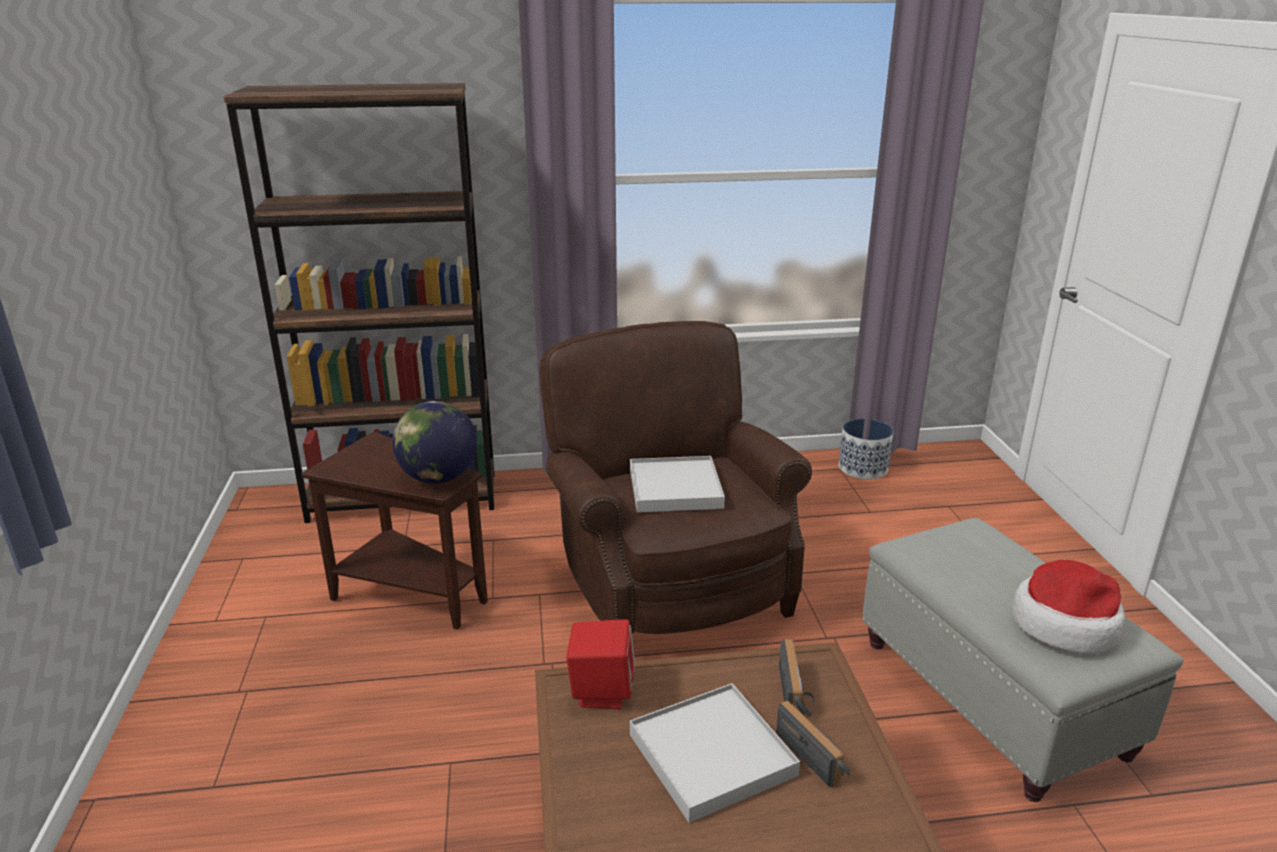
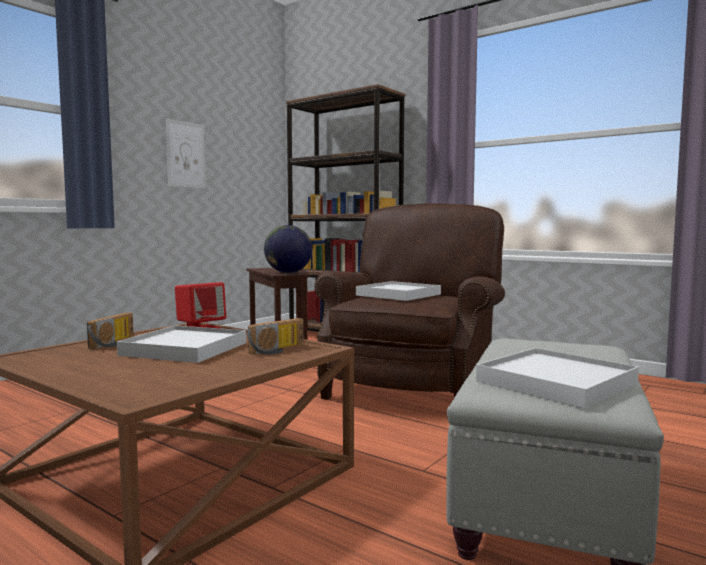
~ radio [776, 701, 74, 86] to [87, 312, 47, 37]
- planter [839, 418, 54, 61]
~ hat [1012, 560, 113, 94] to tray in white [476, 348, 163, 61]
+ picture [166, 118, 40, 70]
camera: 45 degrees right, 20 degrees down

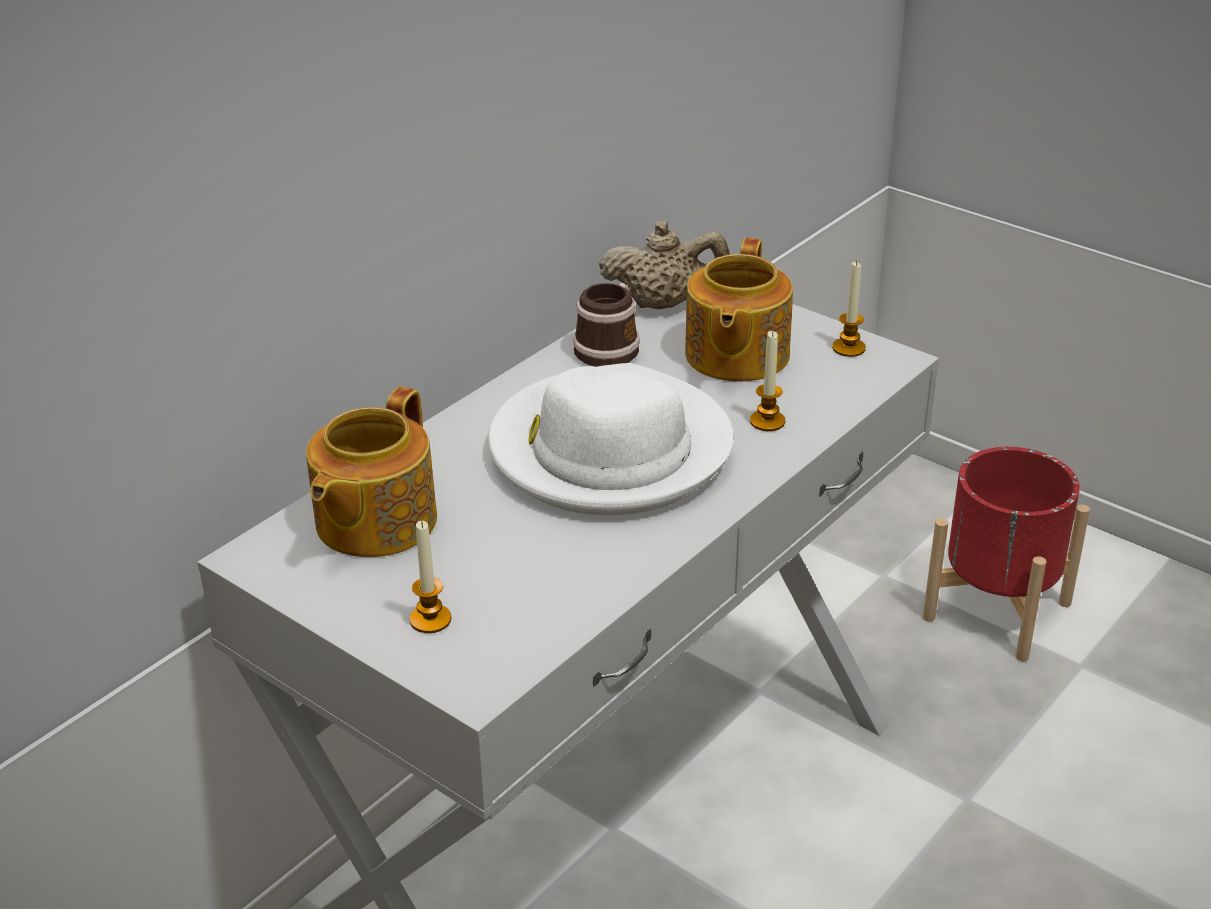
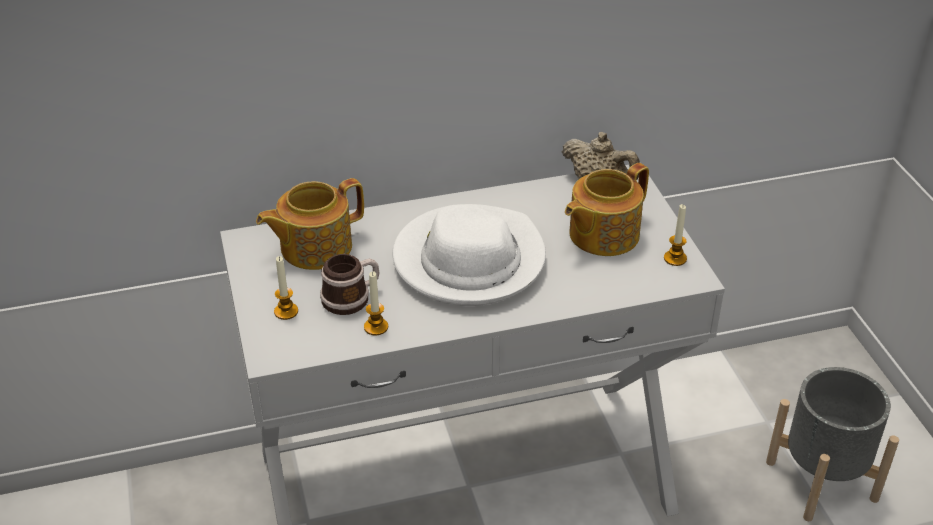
~ mug [573, 283, 67, 84] to [320, 254, 59, 61]
~ candle [750, 331, 35, 100] to [364, 271, 24, 65]
~ planter in red [923, 447, 167, 214] to planter in grey [766, 367, 133, 154]
camera: 35 degrees right, 5 degrees up

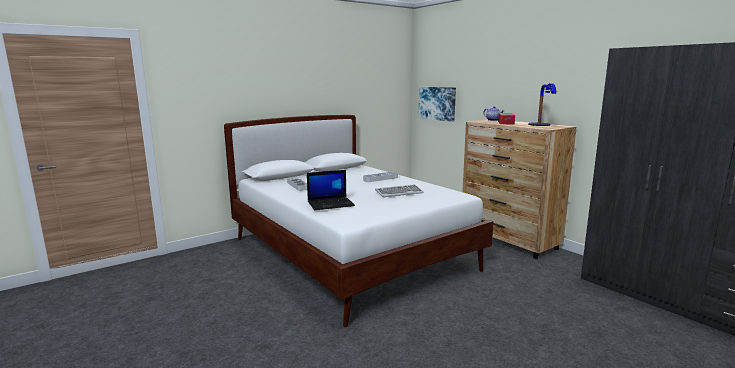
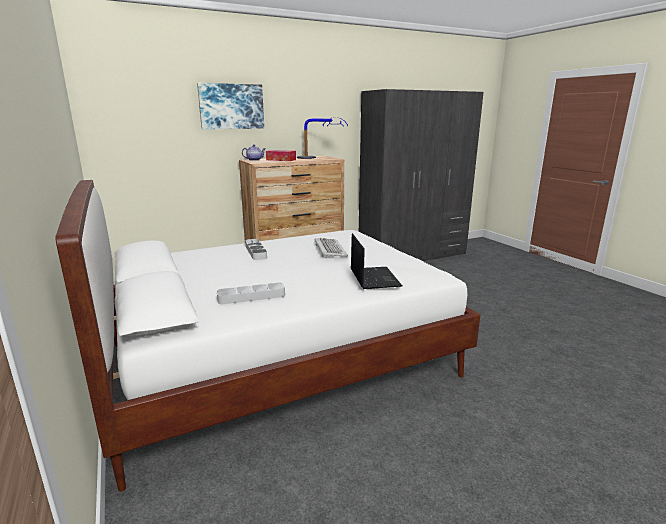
~ picture [418, 87, 38, 35] to [197, 83, 67, 46]
camera: 80 degrees left, 5 degrees up

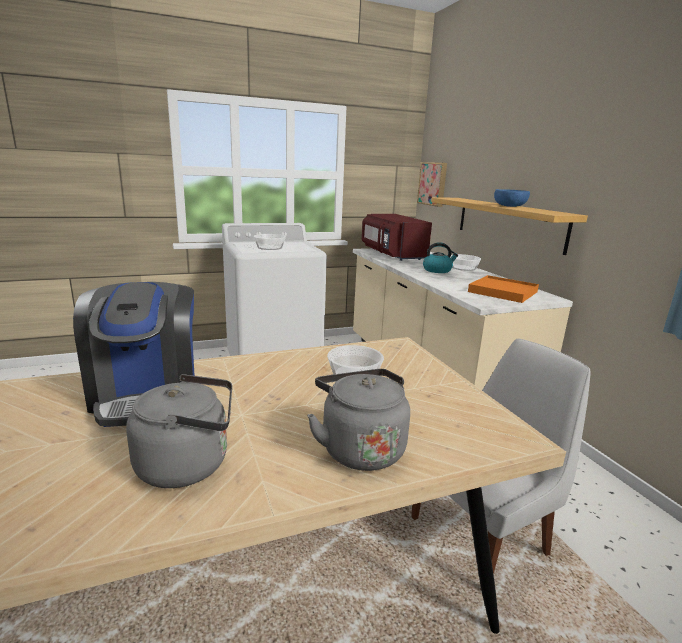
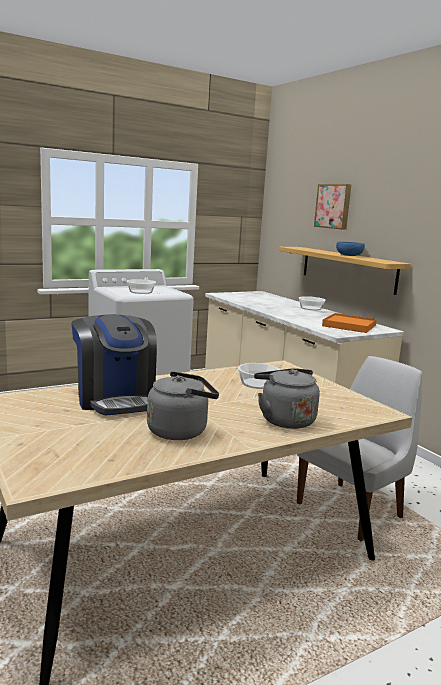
- microwave in red [362, 214, 70, 47]
~ picture [417, 162, 30, 45] to [314, 184, 38, 46]
- kettle [423, 242, 35, 31]
camera: 10 degrees left, 5 degrees down

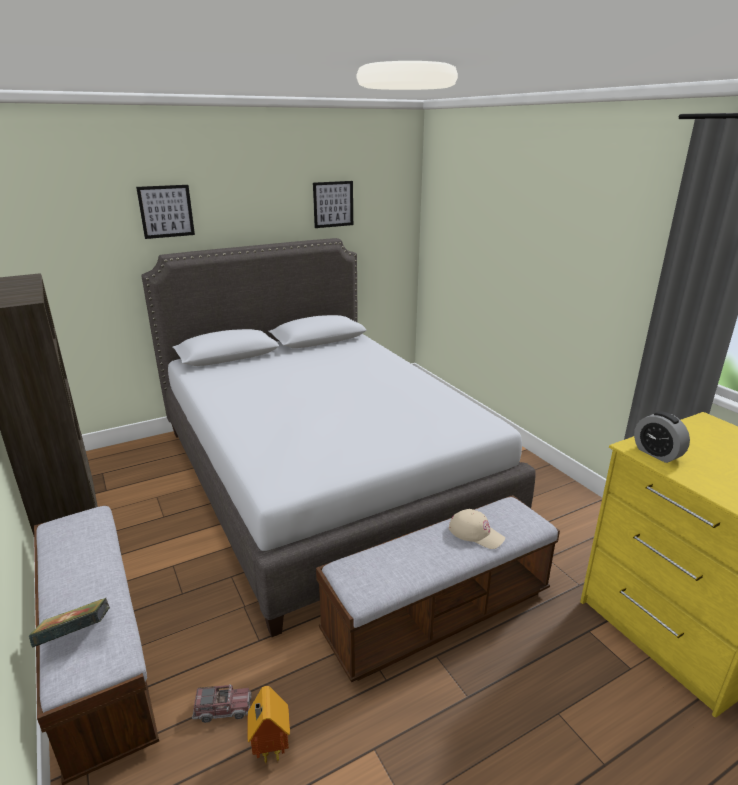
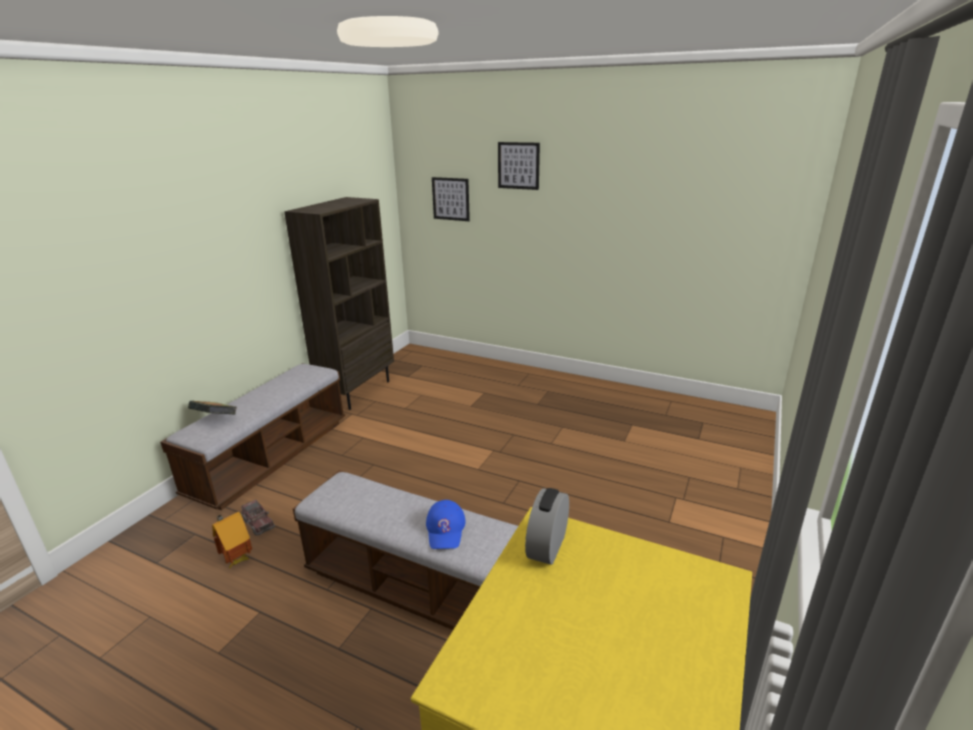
- bed in grey [141, 238, 395, 399]
~ picture [313, 181, 40, 47] to [432, 177, 38, 44]
~ cap in beige [449, 509, 56, 40] to cap in blue [426, 500, 40, 49]
camera: 55 degrees right, 0 degrees up

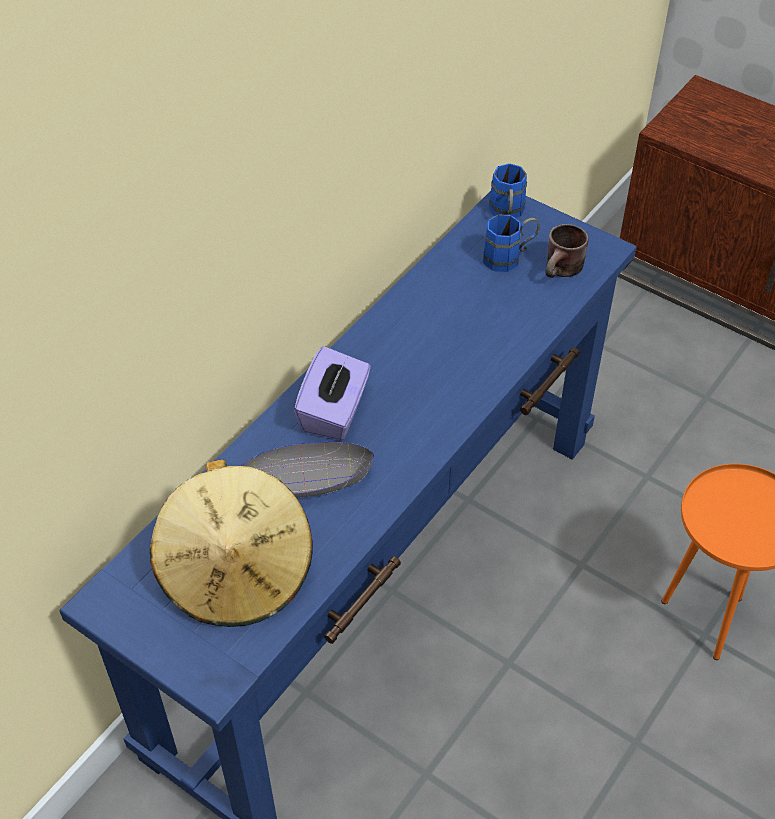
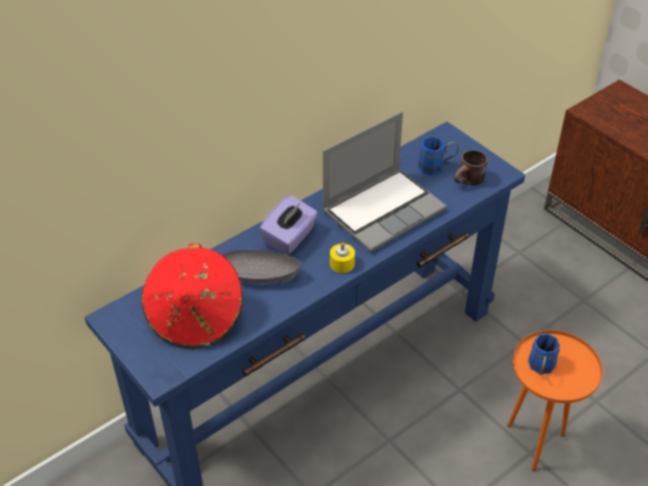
~ hat in beige [150, 459, 163, 168] to hat in red [141, 244, 102, 105]
~ mug in blue [489, 164, 38, 54] to [528, 334, 32, 41]
+ laptop [322, 111, 125, 141]
+ candle in yellow [330, 242, 25, 31]
camera: 15 degrees right, 5 degrees down

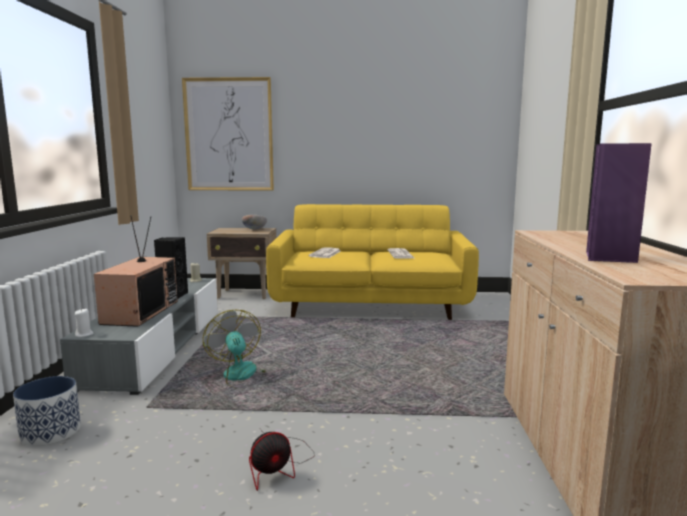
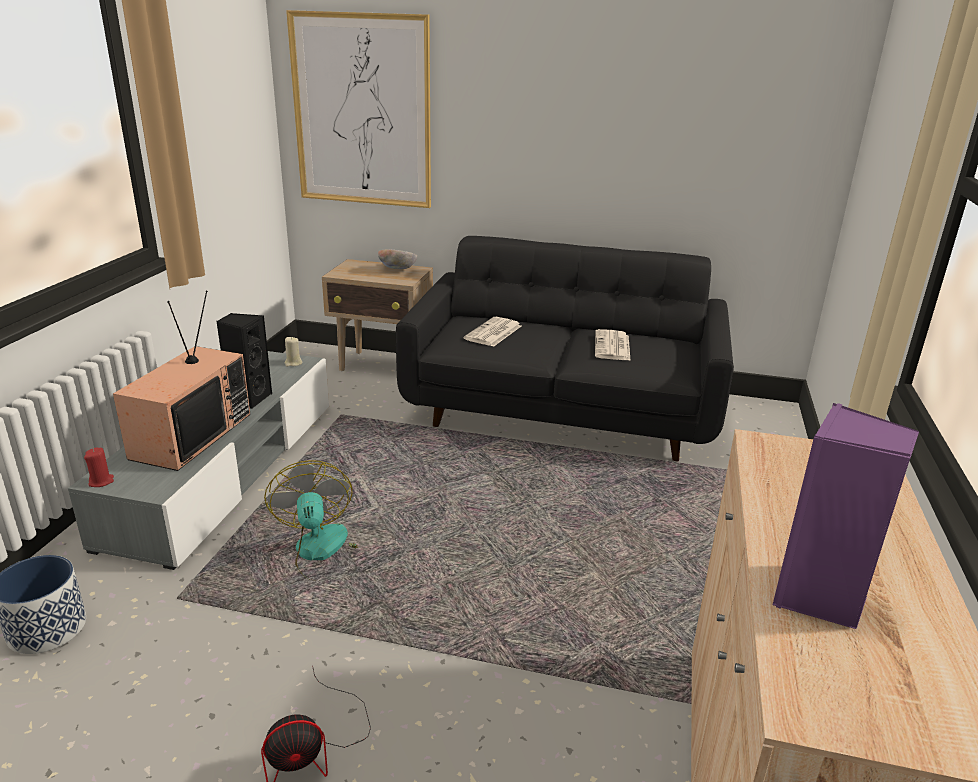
~ candle in white [75, 308, 19, 29] to candle in red [84, 448, 30, 39]
~ sofa in yellow [266, 204, 213, 116] to sofa in black [396, 236, 338, 225]
camera: 10 degrees right, 15 degrees up

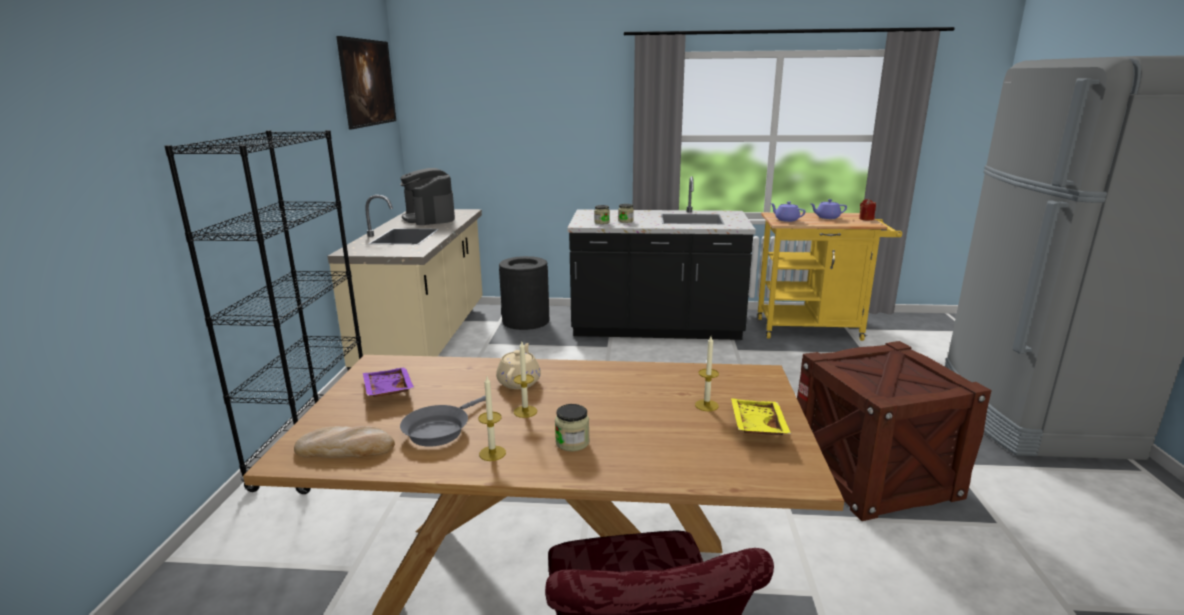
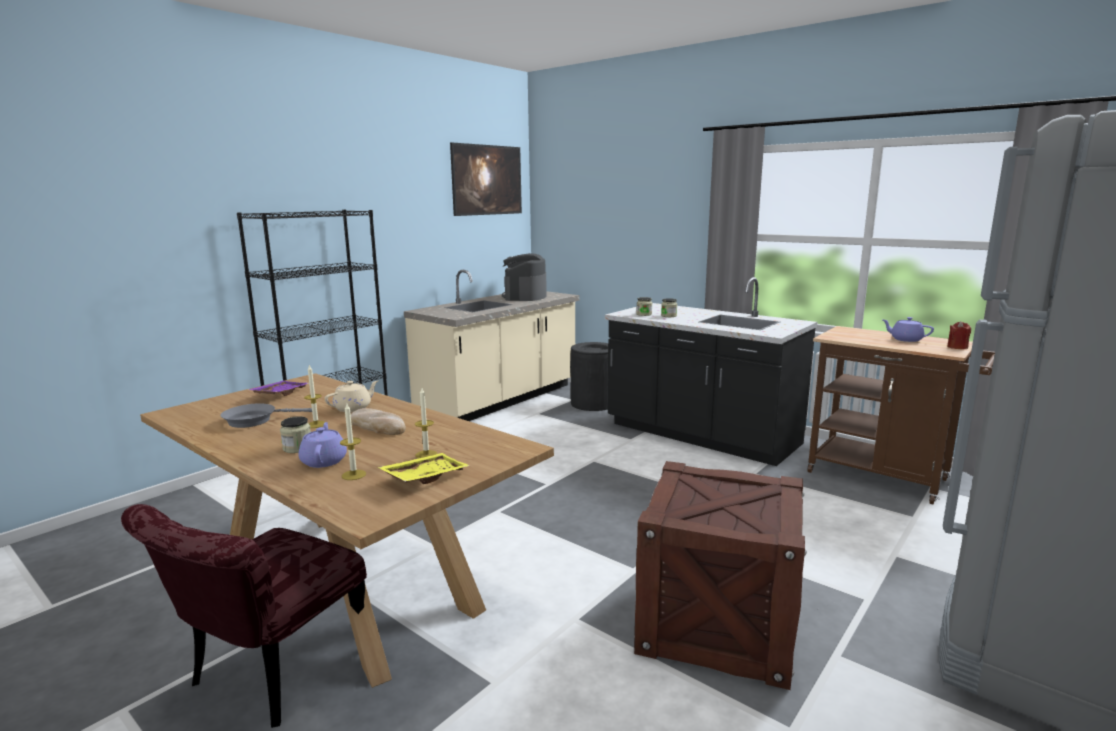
~ bread [294, 426, 101, 32] to [351, 408, 55, 27]
~ candle [478, 376, 28, 85] to [340, 402, 26, 78]
~ cart in yellow [758, 212, 144, 129] to cart in brown [808, 326, 187, 178]
~ teapot in purple [770, 201, 35, 21] to [298, 422, 49, 46]
camera: 35 degrees right, 5 degrees down

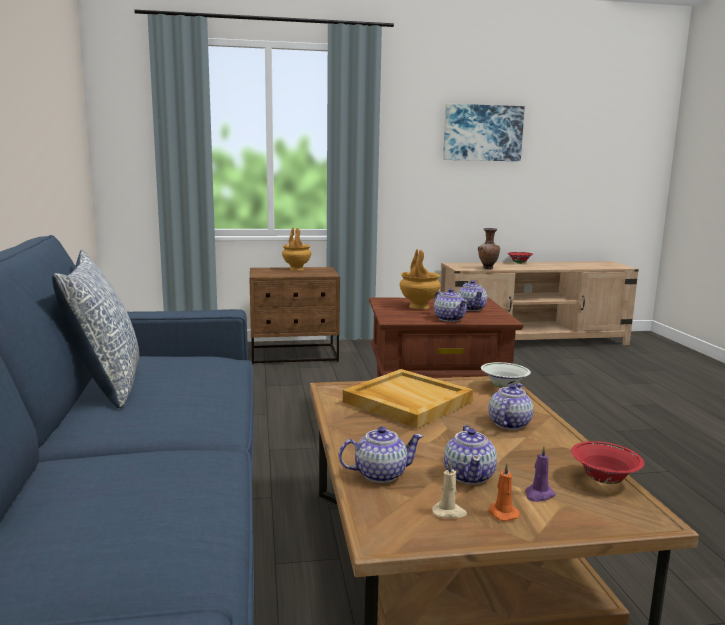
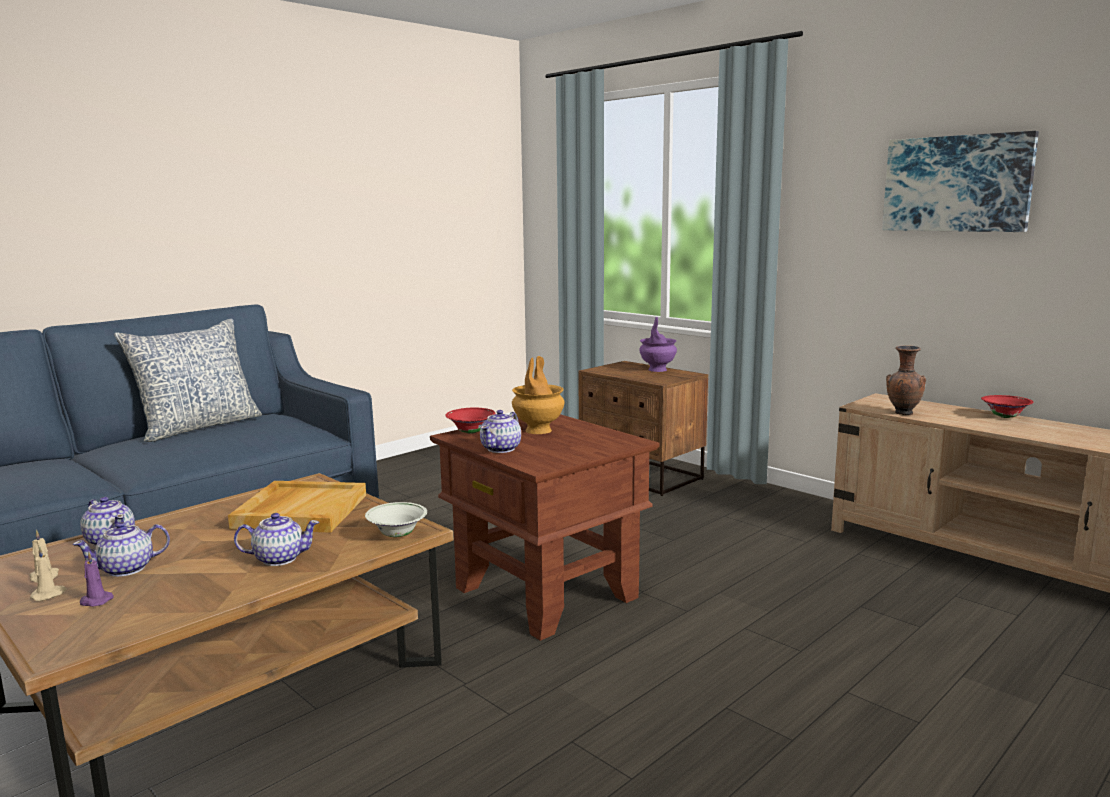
~ vase in brown [282, 228, 29, 43] to vase in purple [639, 317, 38, 55]
- teapot [457, 280, 30, 31]
~ candle in orange [488, 463, 32, 58] to candle in beige [30, 546, 36, 55]
~ bowl in red [571, 441, 73, 43] to [445, 408, 51, 26]
camera: 55 degrees right, 0 degrees up

